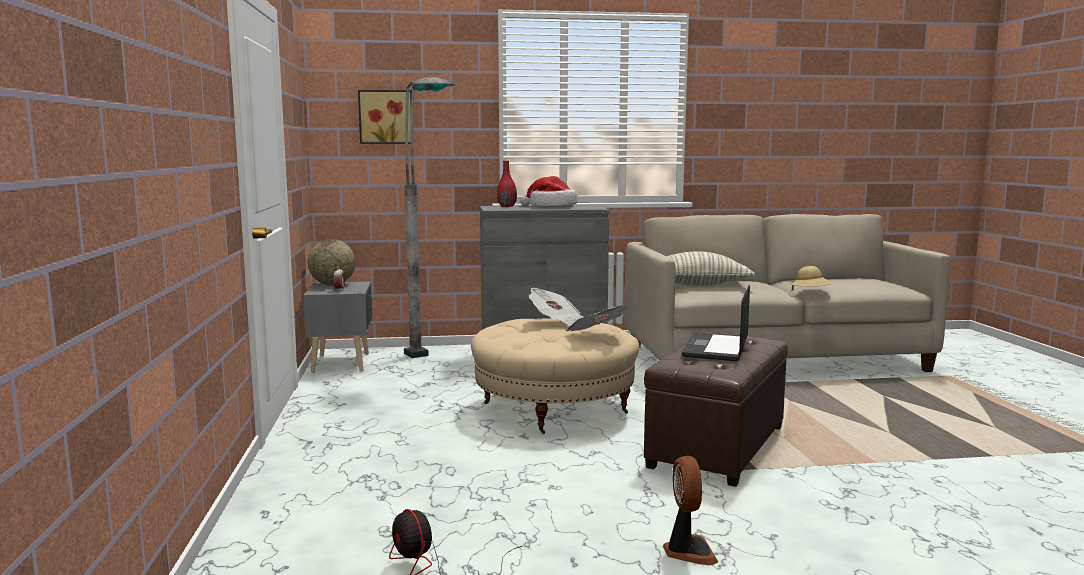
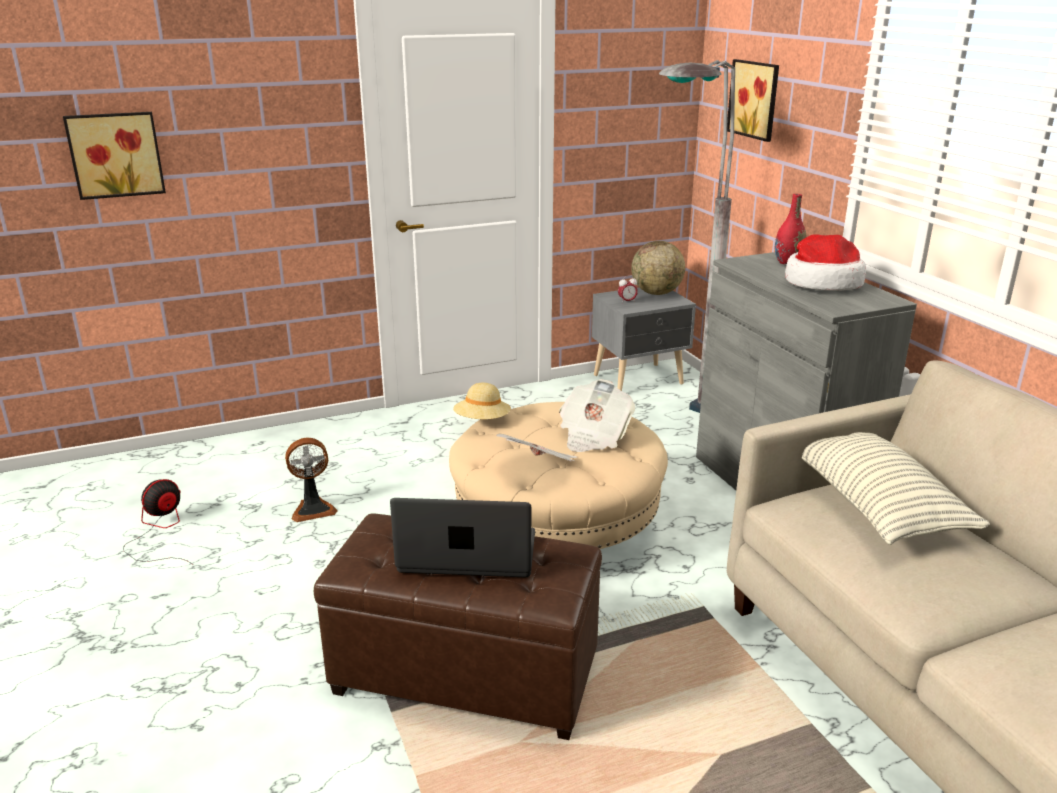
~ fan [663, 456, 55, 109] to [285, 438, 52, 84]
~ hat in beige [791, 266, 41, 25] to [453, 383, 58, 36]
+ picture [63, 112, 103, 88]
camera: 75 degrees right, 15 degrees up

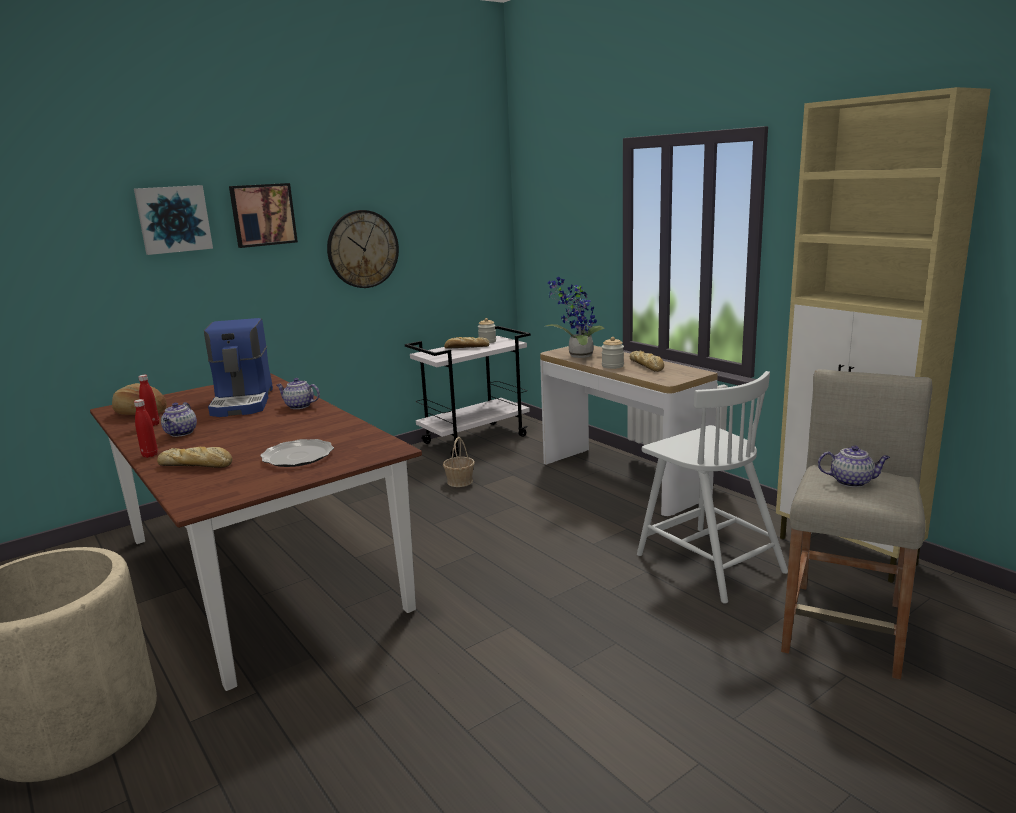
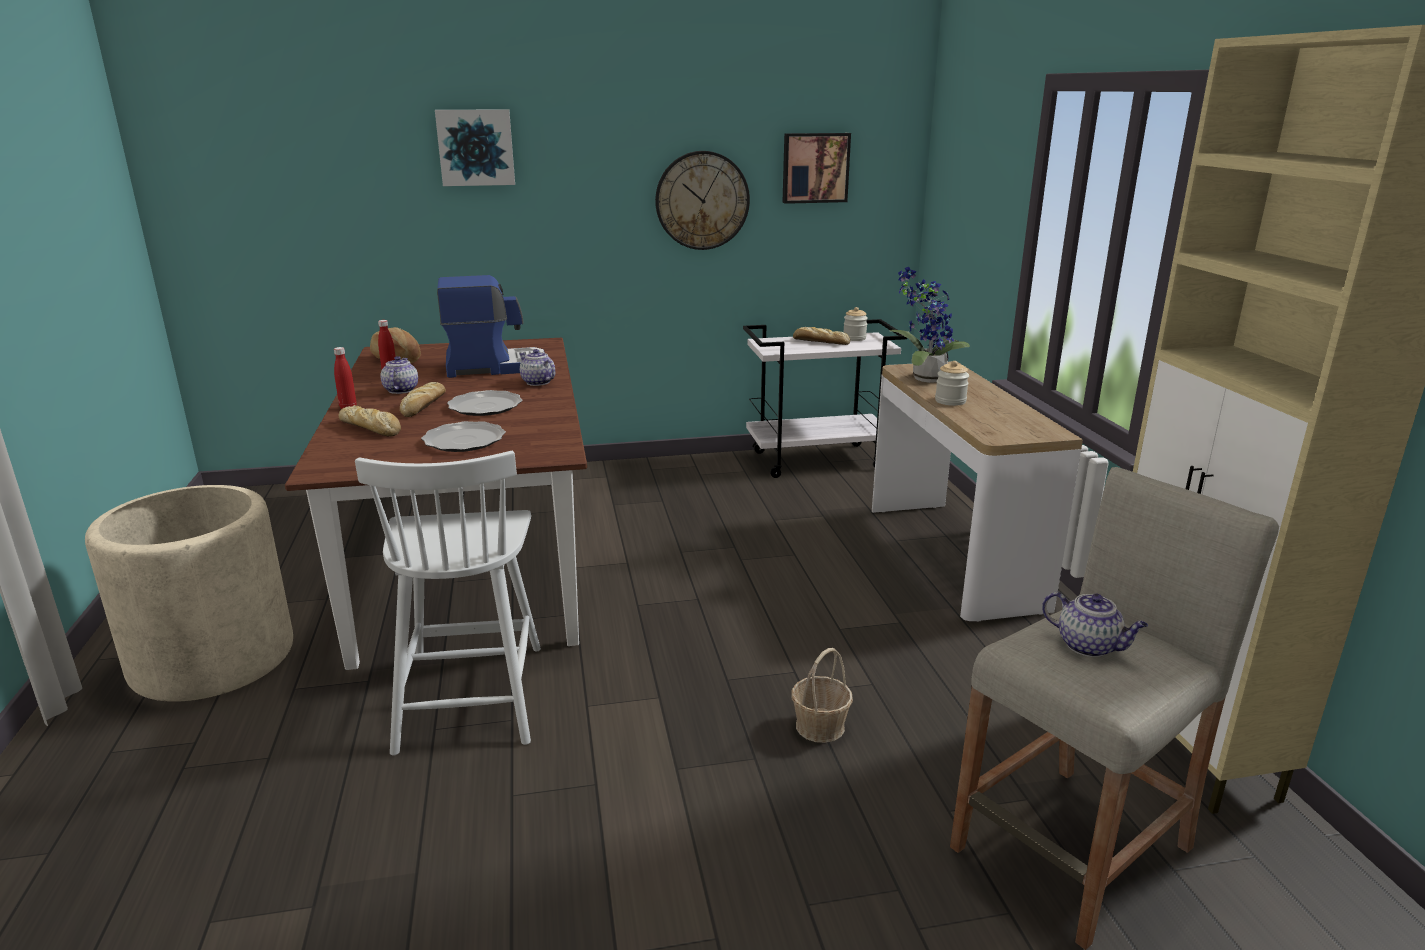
~ teapot [161, 402, 36, 35] = [380, 356, 38, 38] 150 degrees clockwise
~ coffee machine [204, 318, 69, 99] = [437, 275, 108, 103] 120 degrees counterclockwise
~ picture [229, 183, 69, 65] to [782, 133, 69, 71]
~ basket [443, 437, 32, 50] to [792, 648, 61, 95]
~ bread [630, 351, 34, 21] to [400, 382, 46, 35]
~ chair in white [637, 371, 151, 233] to [355, 451, 186, 304]
+ plate [447, 390, 76, 26]
camera: 25 degrees right, 5 degrees up

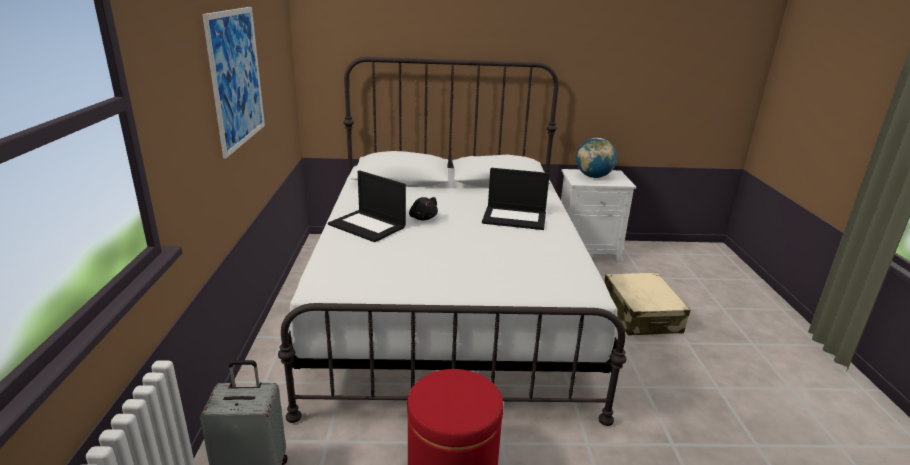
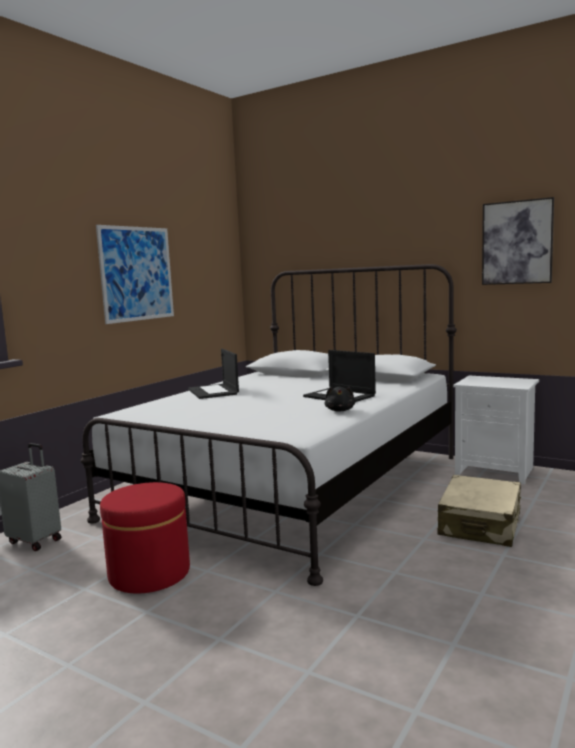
~ plush toy in black [409, 197, 29, 23] to [325, 386, 30, 26]
- globe [576, 138, 41, 40]
+ picture [482, 197, 72, 88]
camera: 35 degrees right, 15 degrees down

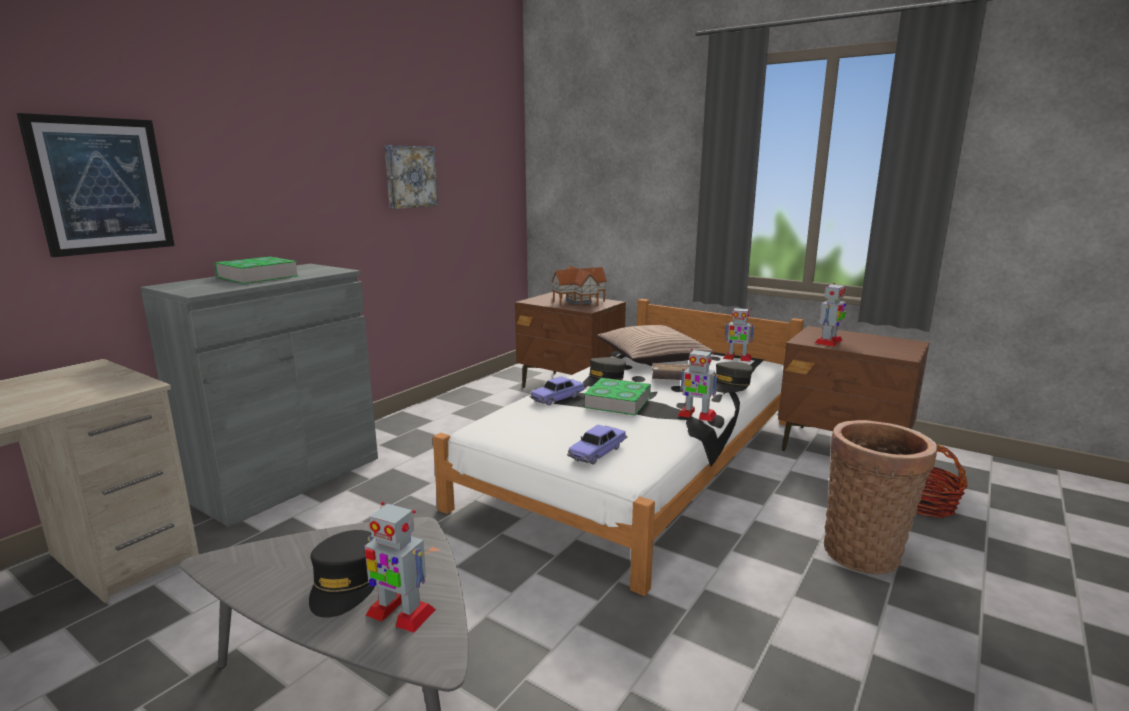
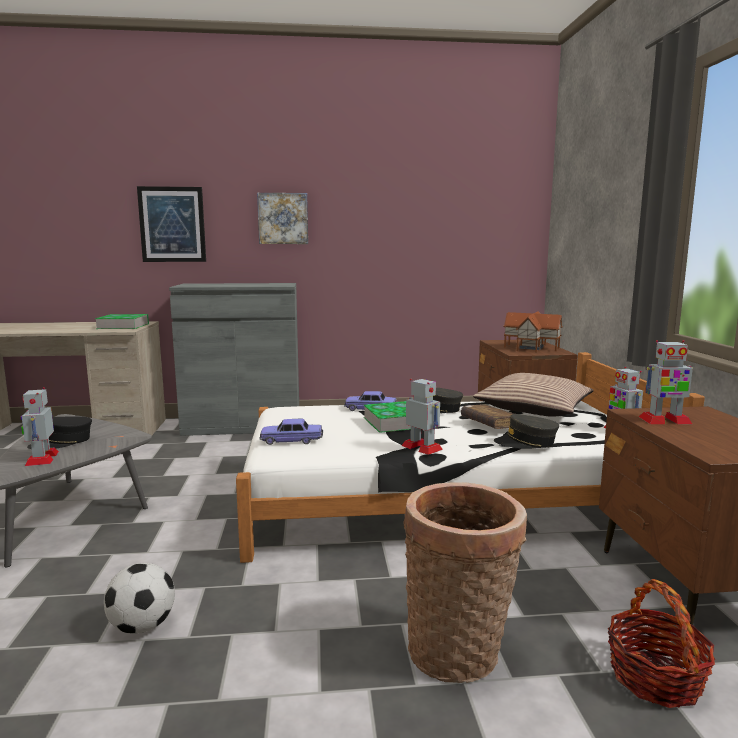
~ book [214, 256, 85, 28] to [95, 314, 54, 15]
~ picture [385, 145, 53, 64] to [257, 193, 51, 51]
~ toy robot [677, 349, 41, 73] = [401, 378, 42, 77] 150 degrees clockwise
+ football [104, 563, 71, 71]
camera: 50 degrees right, 5 degrees down

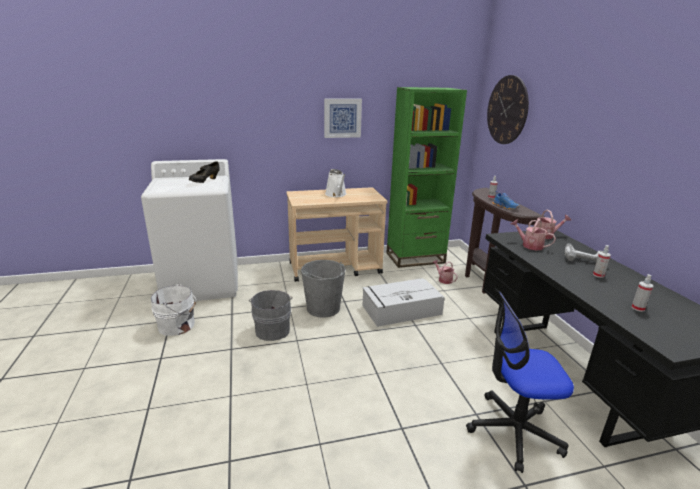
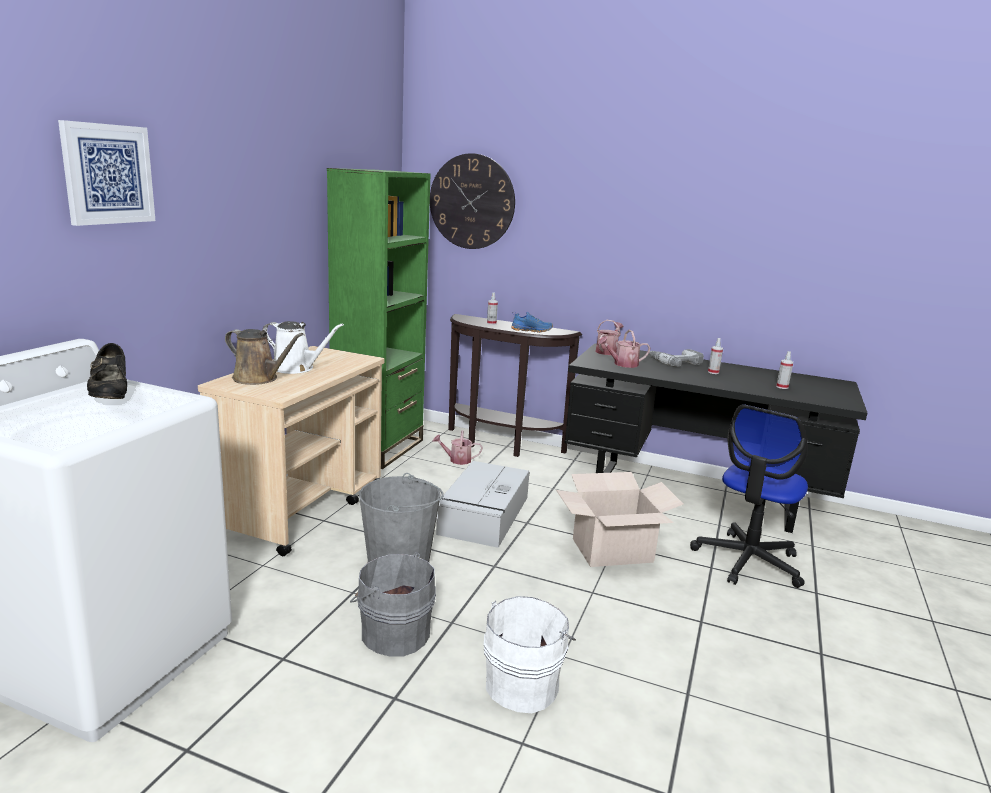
~ bucket in white [151, 284, 45, 52] to [484, 596, 92, 117]
~ picture [324, 98, 38, 40] to [58, 120, 97, 106]
+ watering can in brown [225, 329, 79, 56]
+ cardboard box [556, 472, 128, 95]
camera: 55 degrees left, 5 degrees down

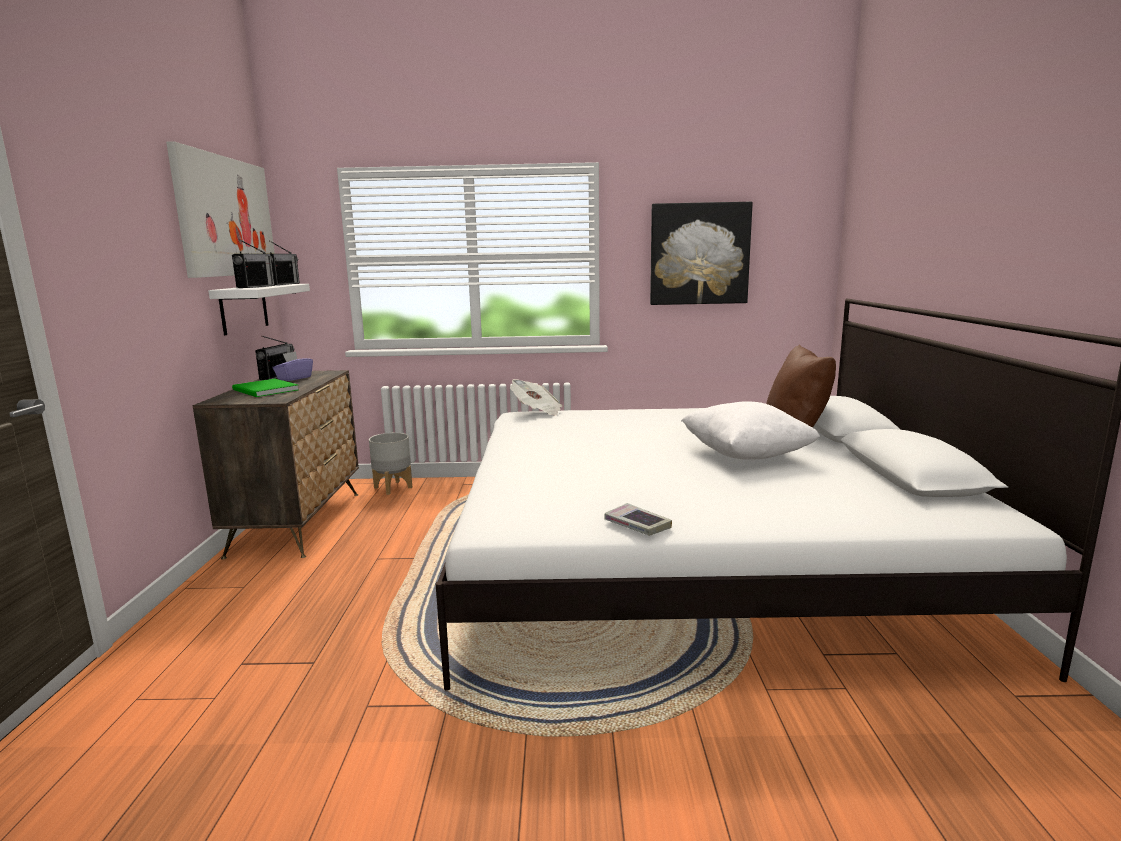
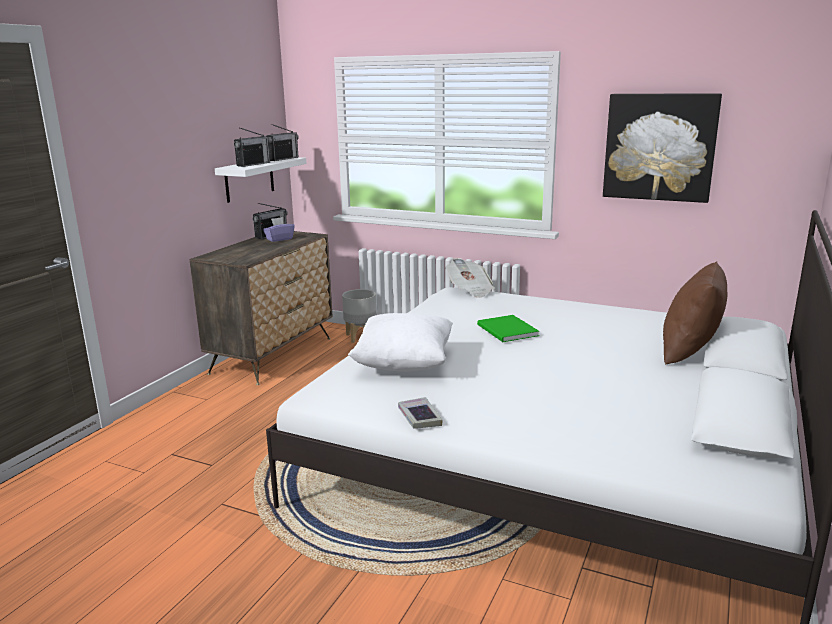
- picture [166, 141, 109, 137]
~ book in green [232, 379, 67, 18] to [477, 315, 62, 27]
~ pillow in white [681, 401, 139, 59] to [348, 313, 105, 59]
camera: 25 degrees right, 5 degrees up

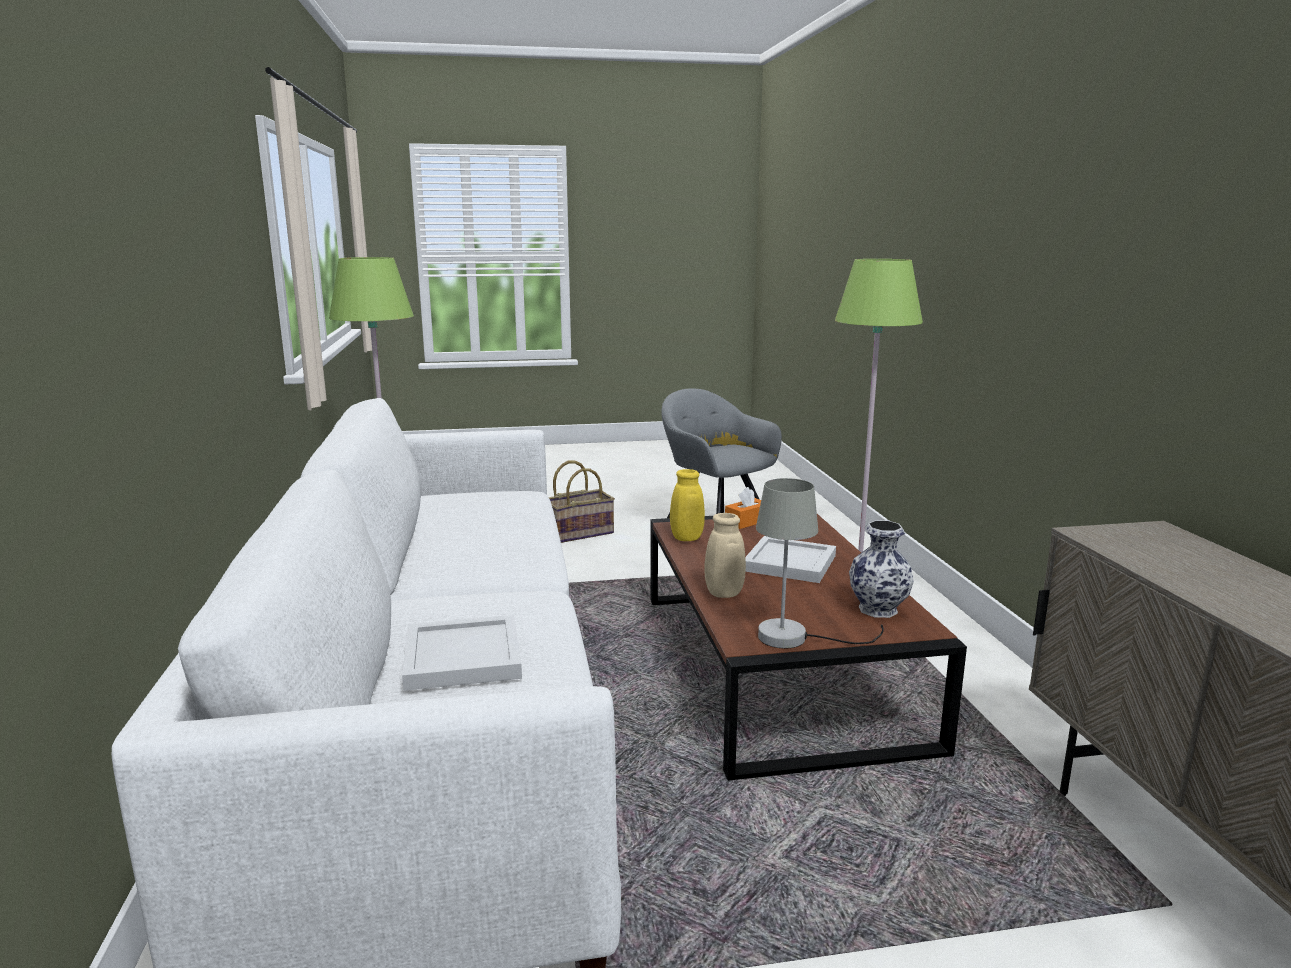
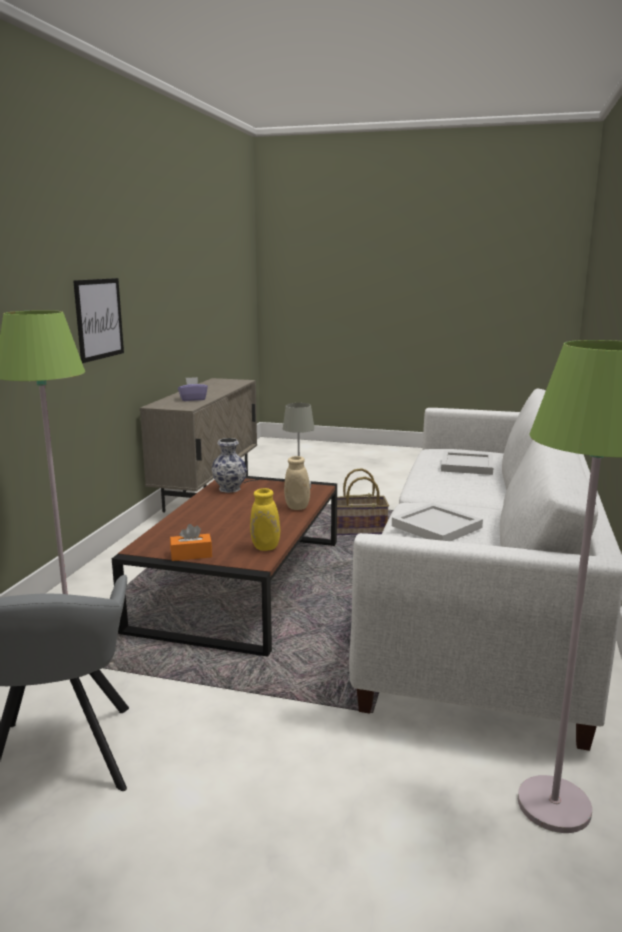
~ basket [549, 461, 66, 82] to [337, 468, 52, 67]
~ tray in white [745, 536, 91, 47] to [392, 503, 91, 38]
+ picture [73, 278, 51, 85]
+ tissue box in purple [178, 377, 30, 24]
camera: 155 degrees left, 0 degrees up

